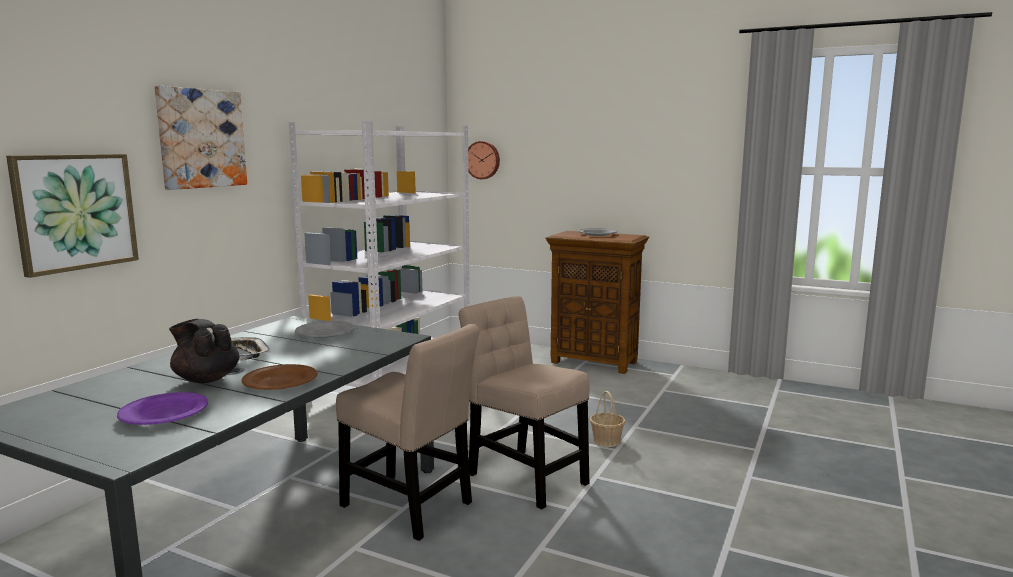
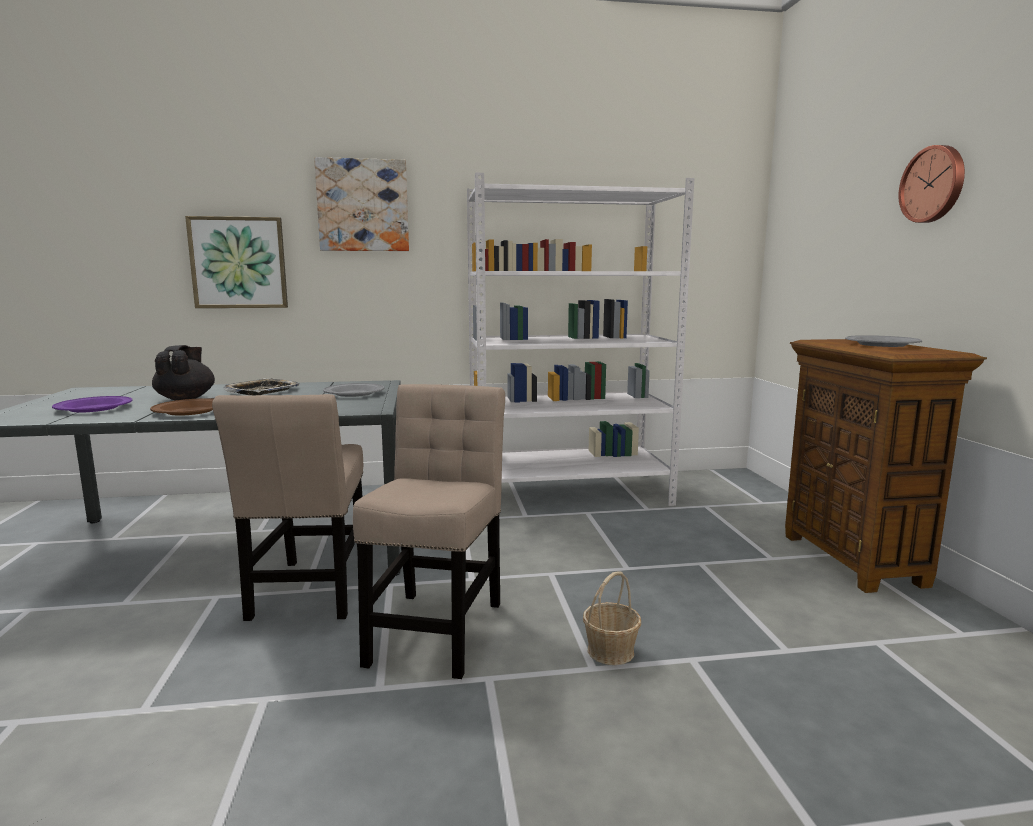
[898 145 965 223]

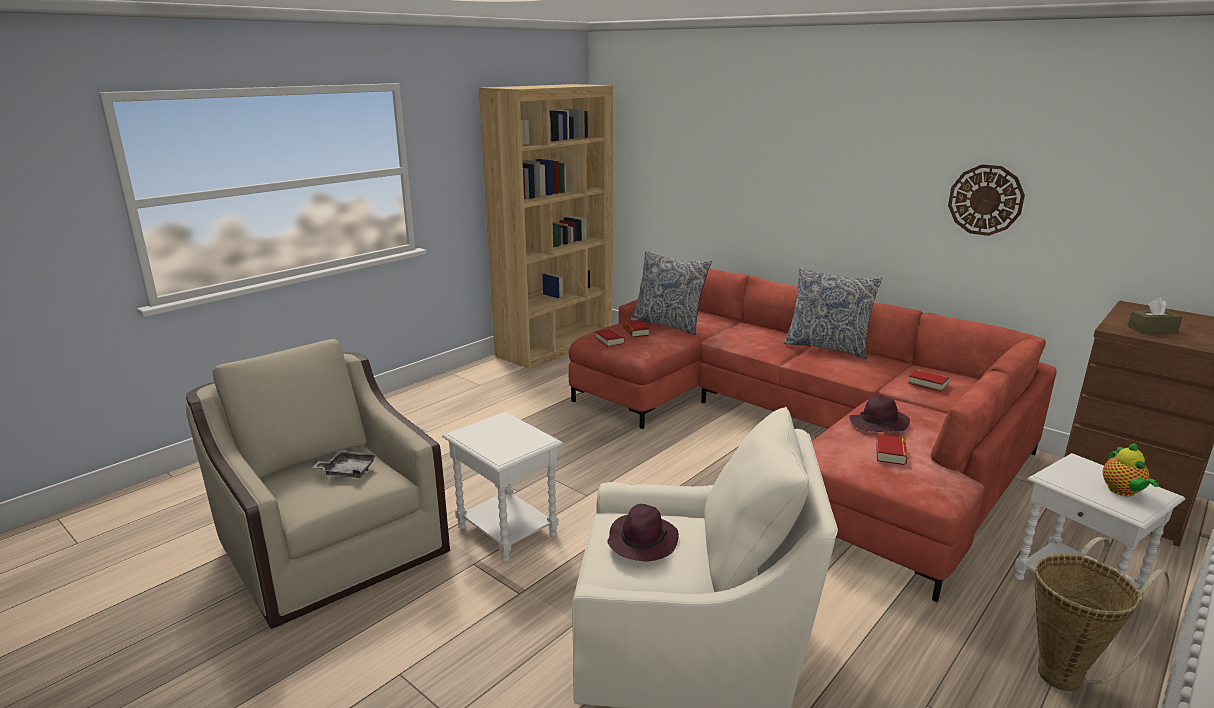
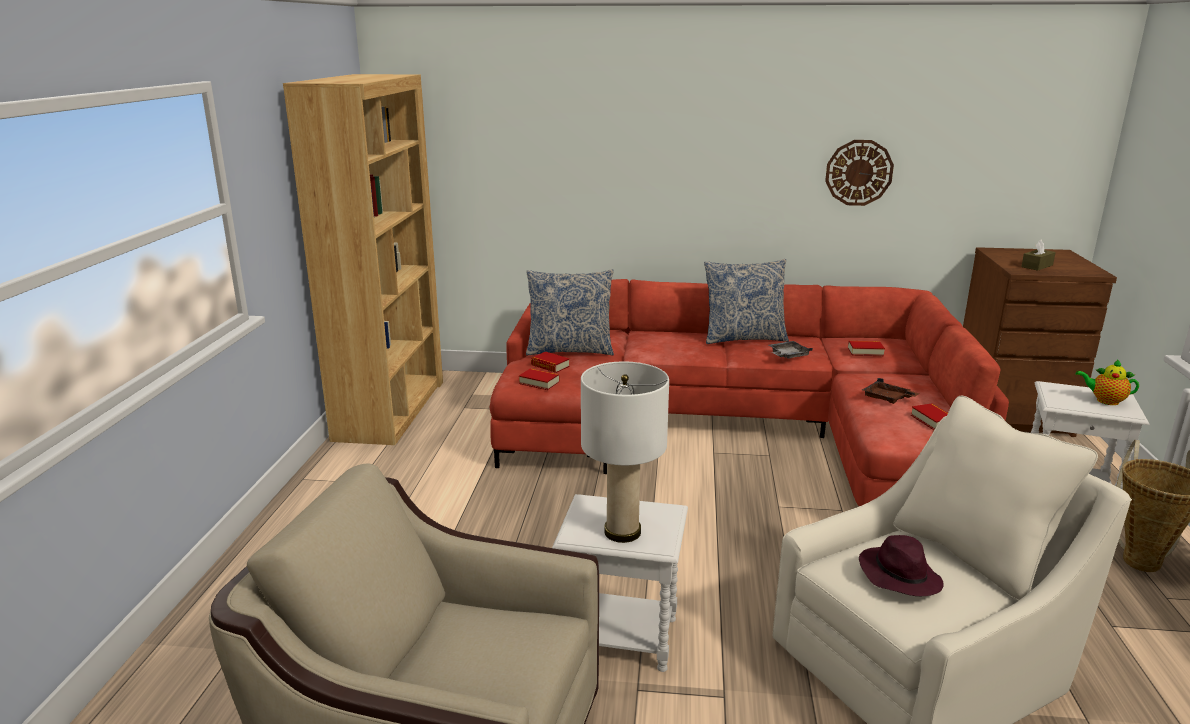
[769 341 813 359]
[862 378 920 404]
[1076 359 1139 405]
[581 362 669 543]

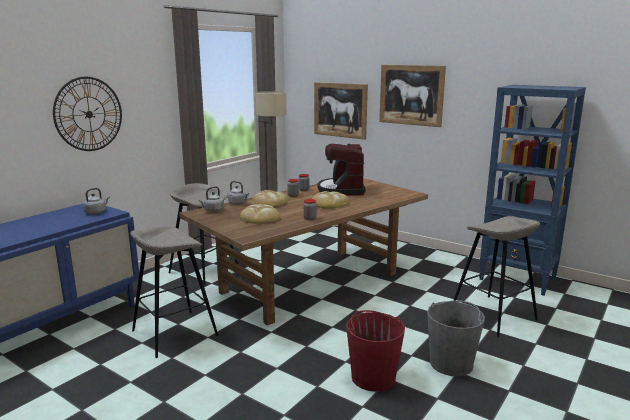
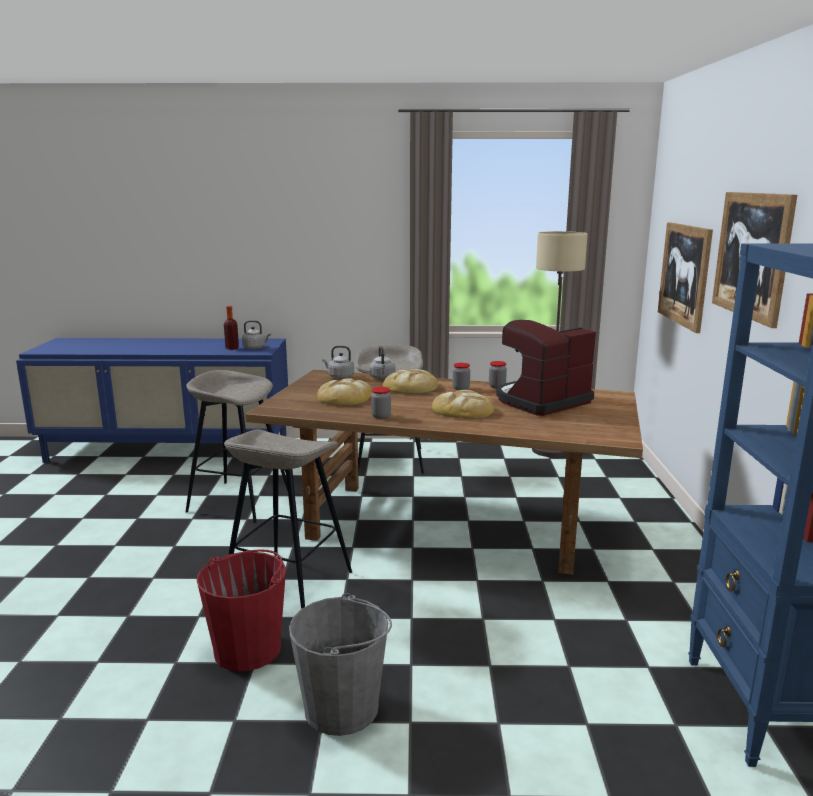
[53 77 122 151] (first image)
[224 429 352 609]
[224 306 239 350]

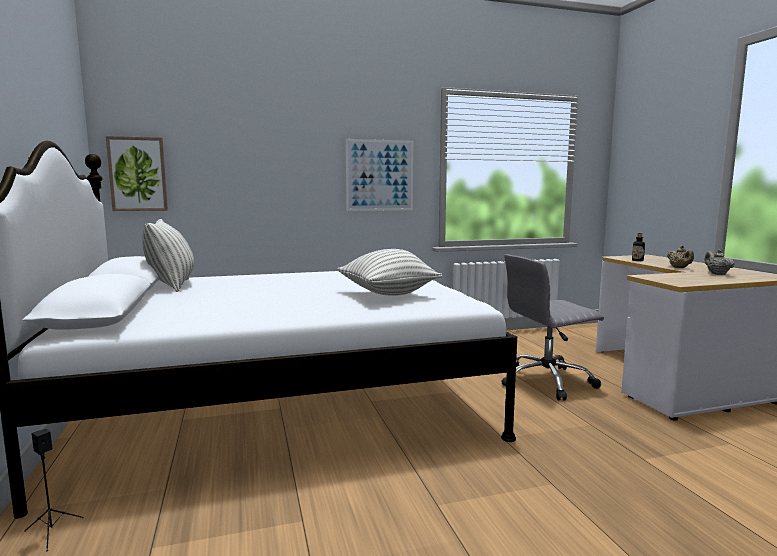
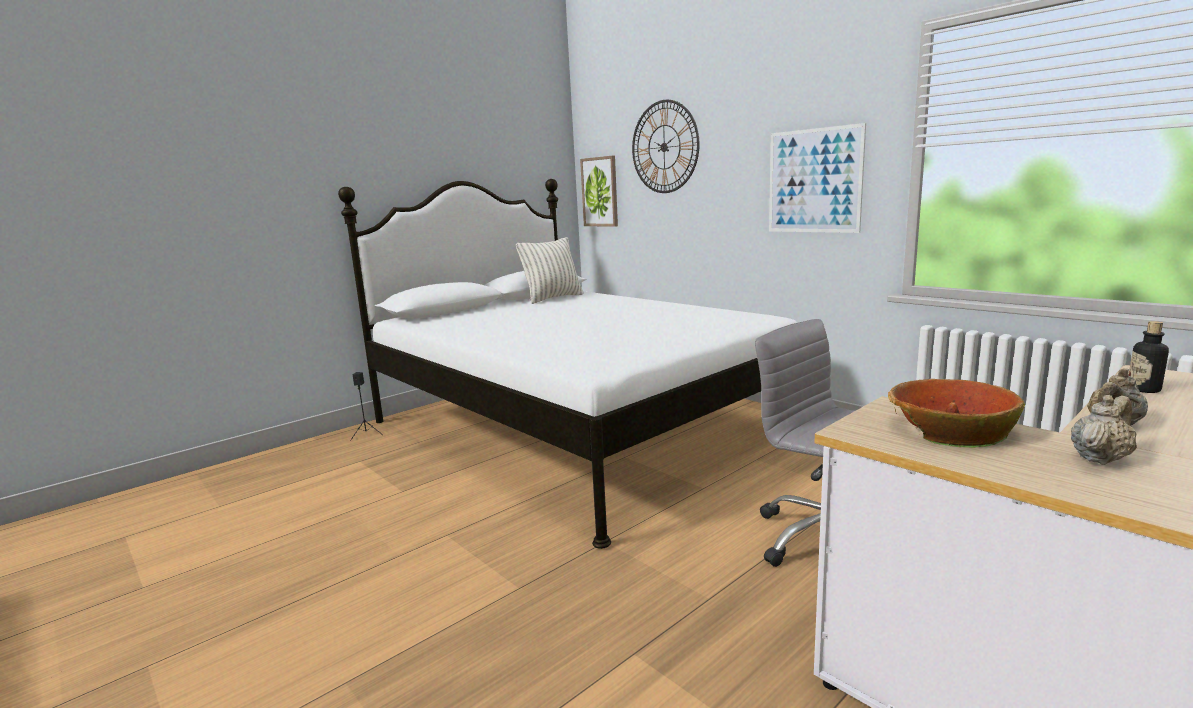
[337 249 442 296] (first image)
[632 100 700 193]
[888 379 1025 448]

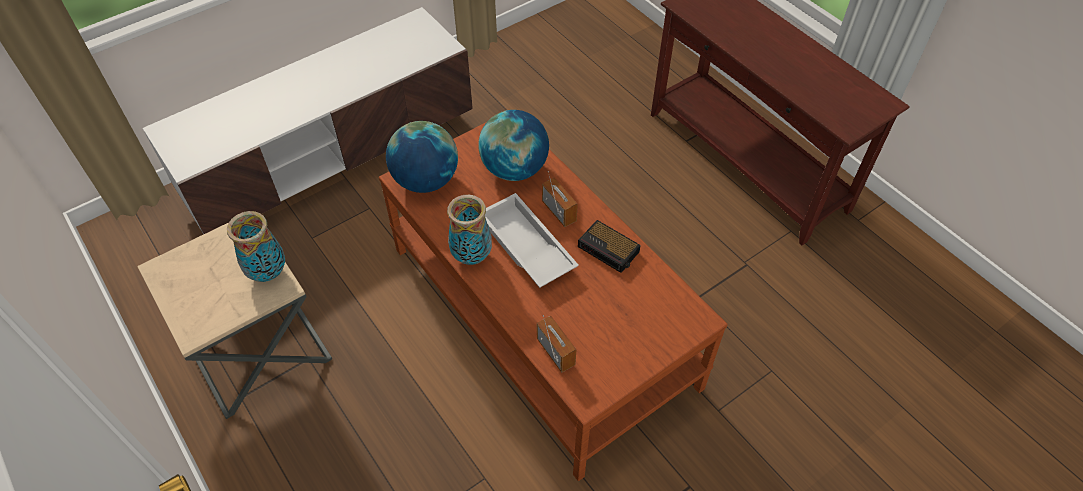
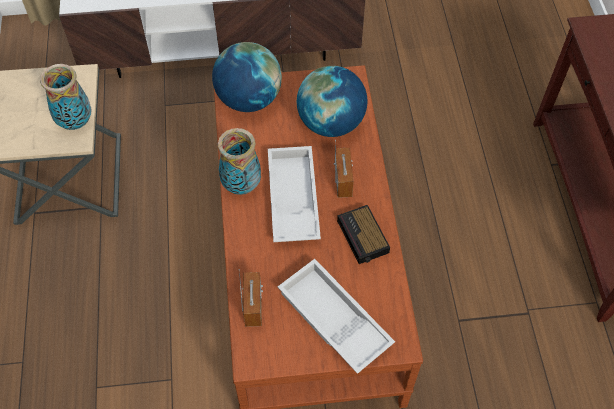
[278 259 395 374]

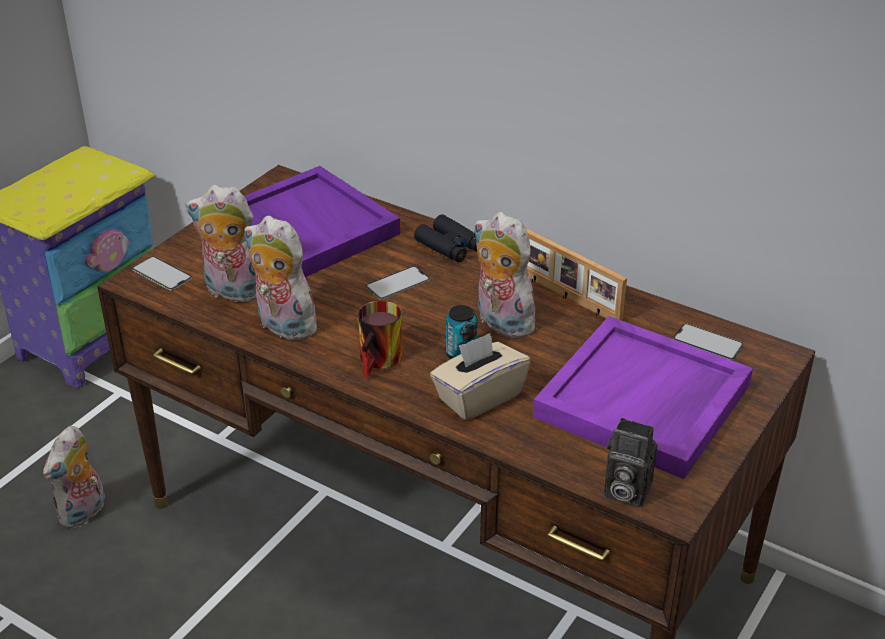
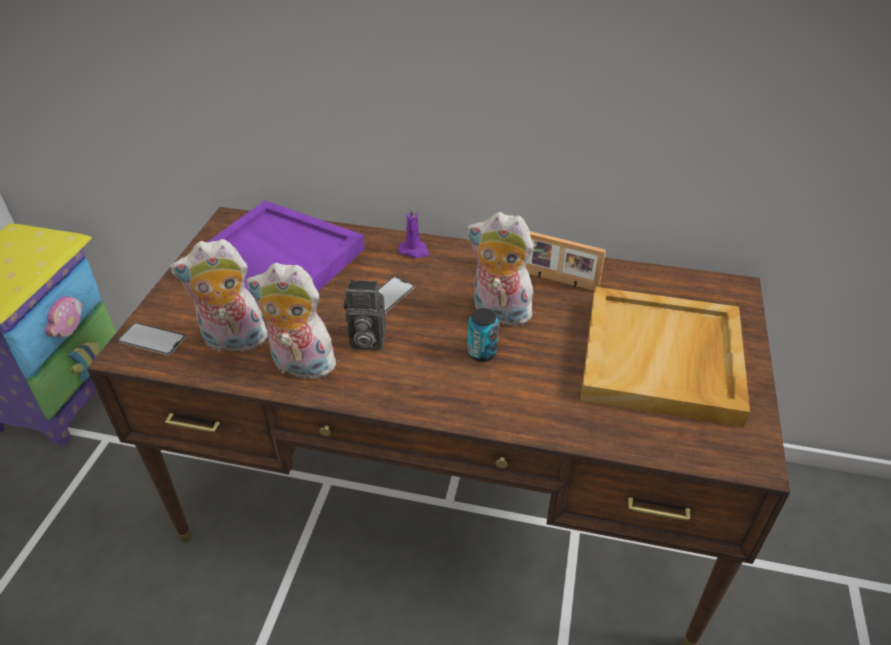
[43 426 105 529] (first image)
[358 300 402 378] (first image)
[398 206 430 258]
[430 333 531 420] (first image)
[580 287 750 427]
[344 280 386 350]
[673 323 744 360] (first image)

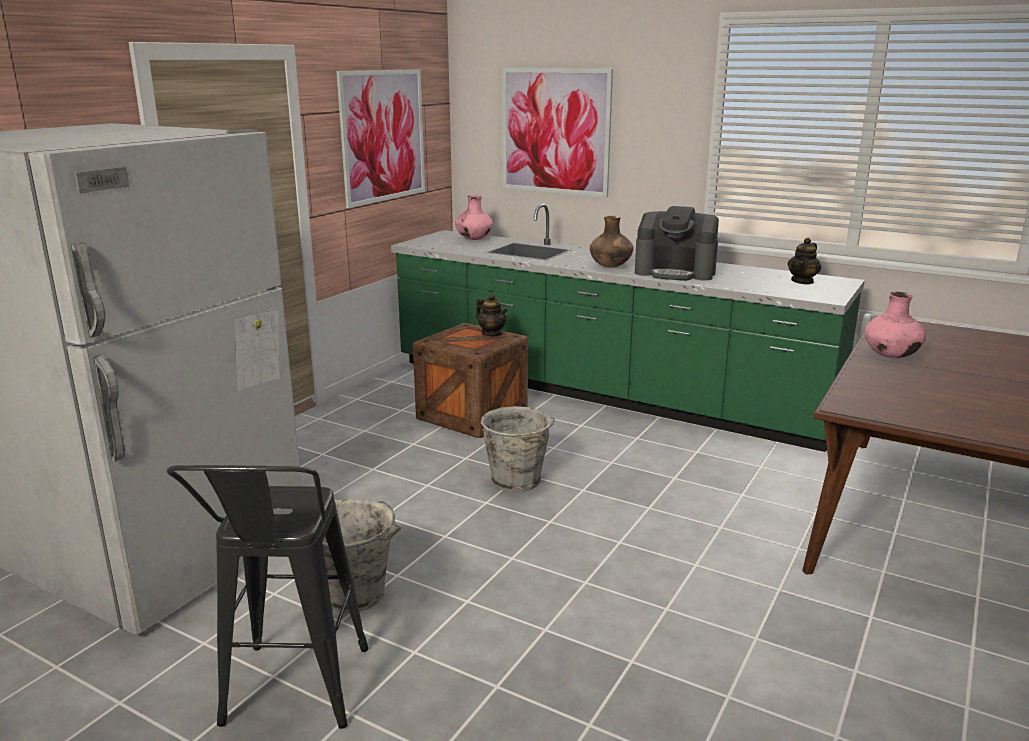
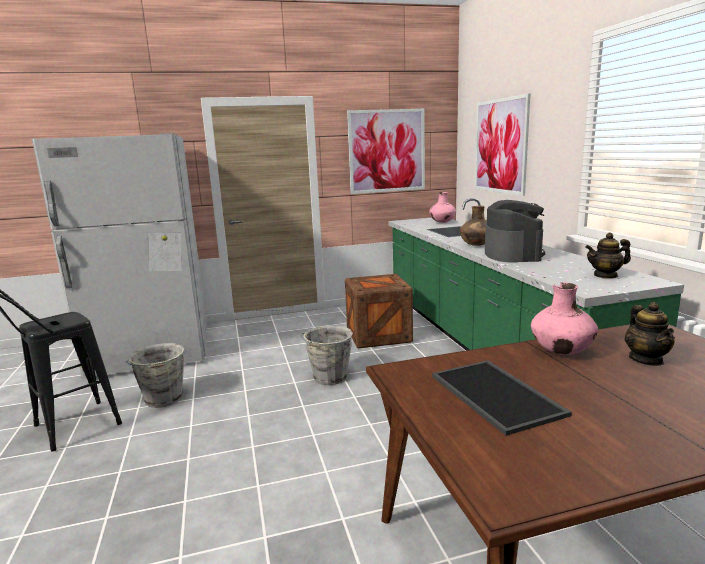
[625 302 675 366]
[485 200 545 262]
[432 360 572 436]

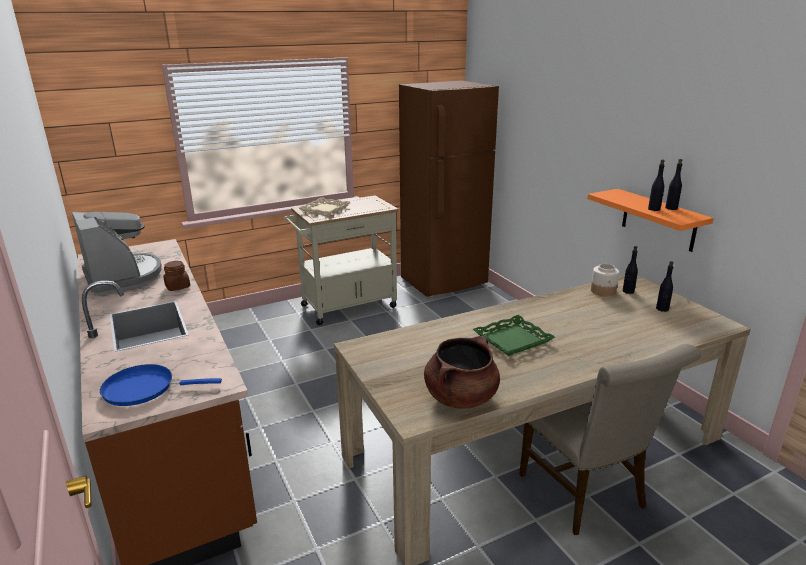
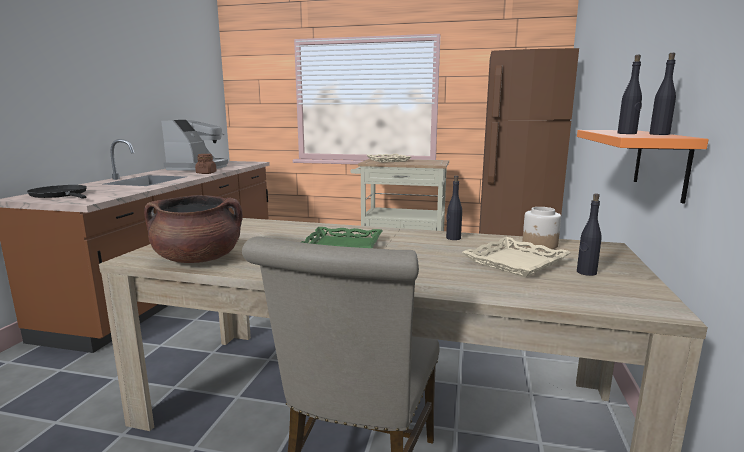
[27 185 87 199]
[446 175 462 240]
[462 237 571 277]

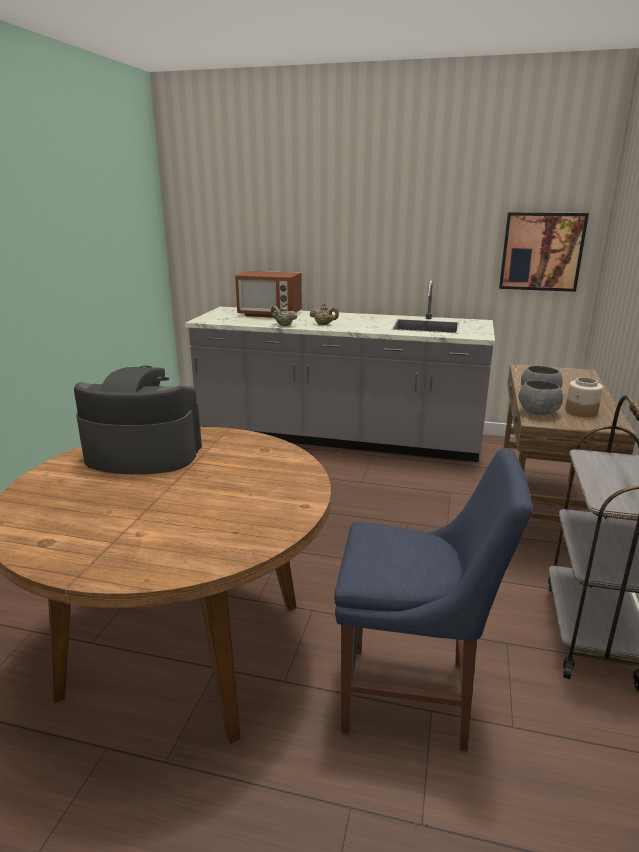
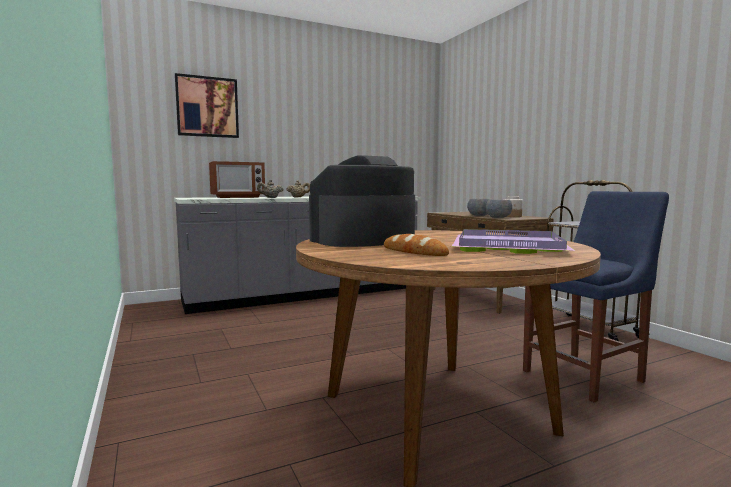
[175 73 239 138]
[384 234 449 256]
[452 229 576 254]

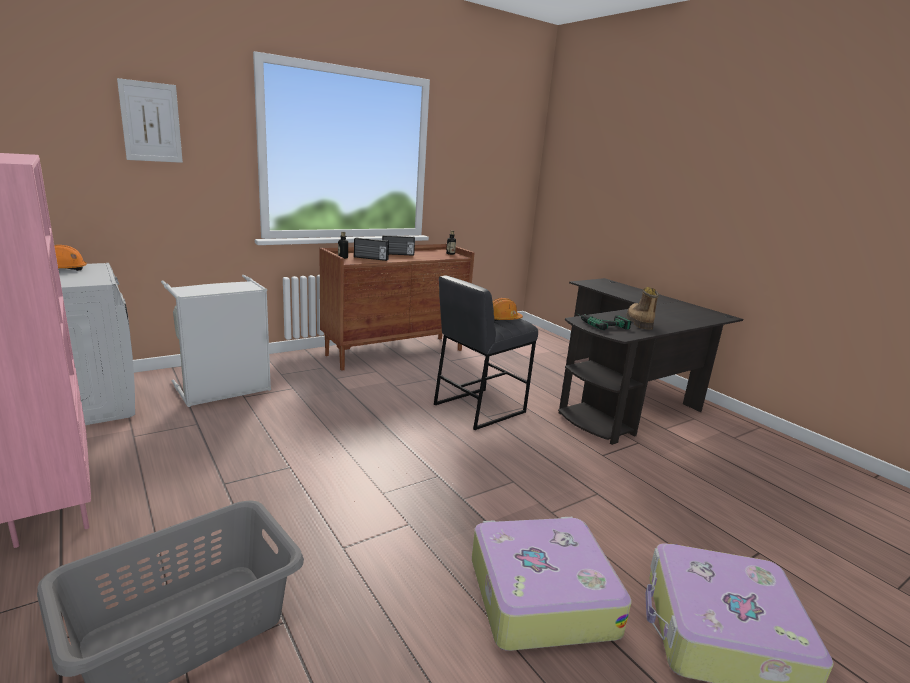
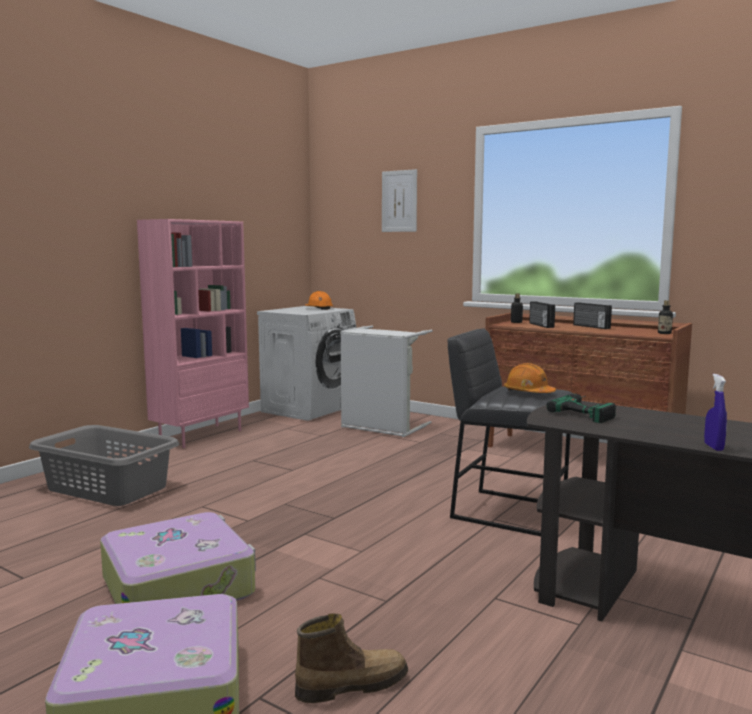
[295 613 408 703]
[704 374 727 451]

